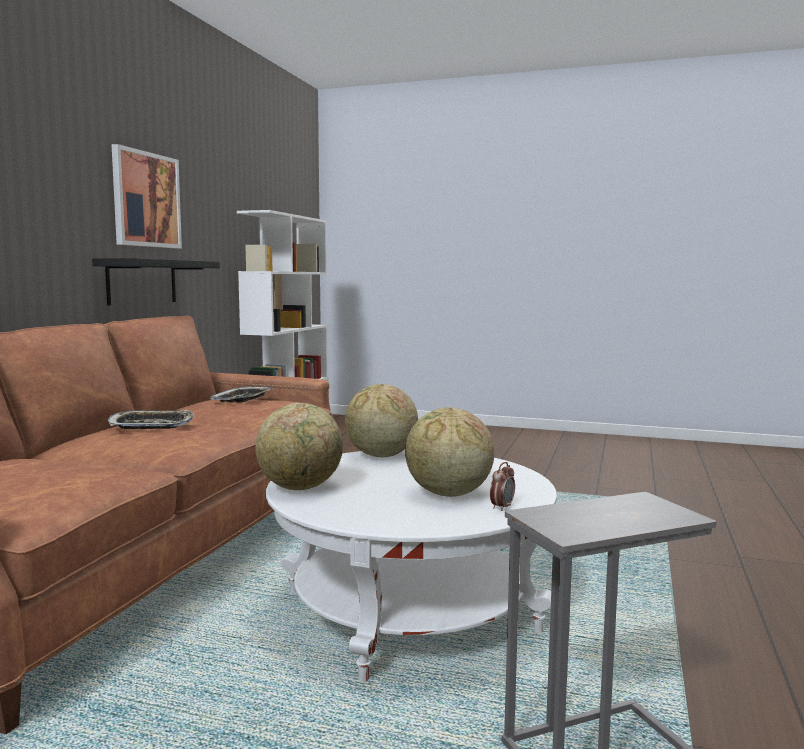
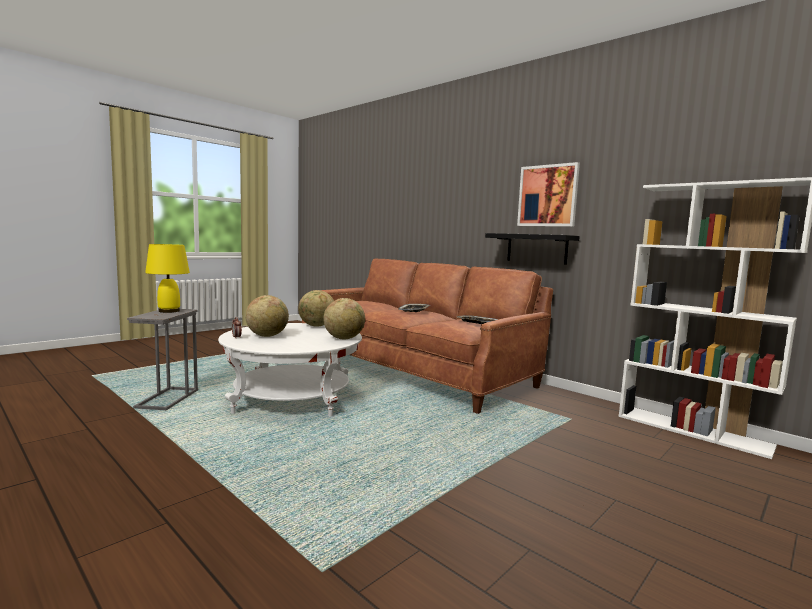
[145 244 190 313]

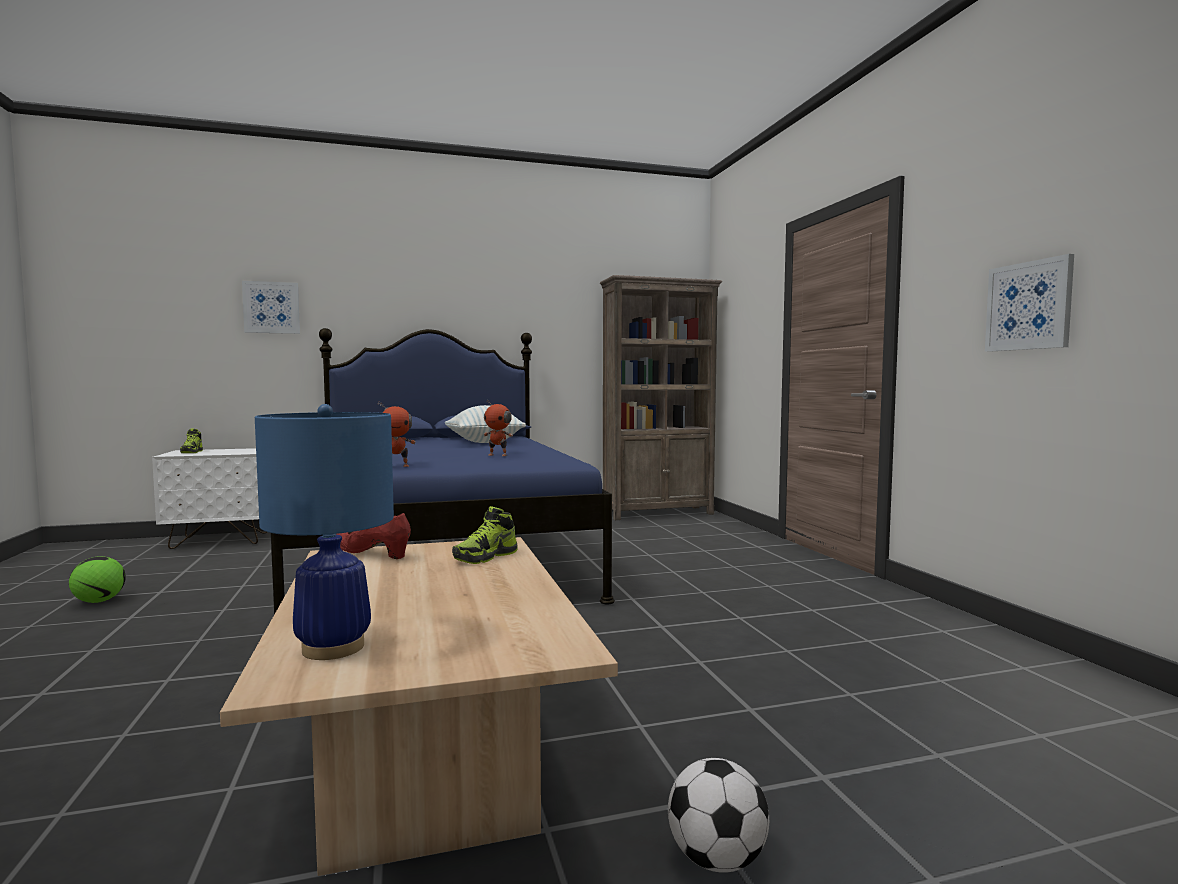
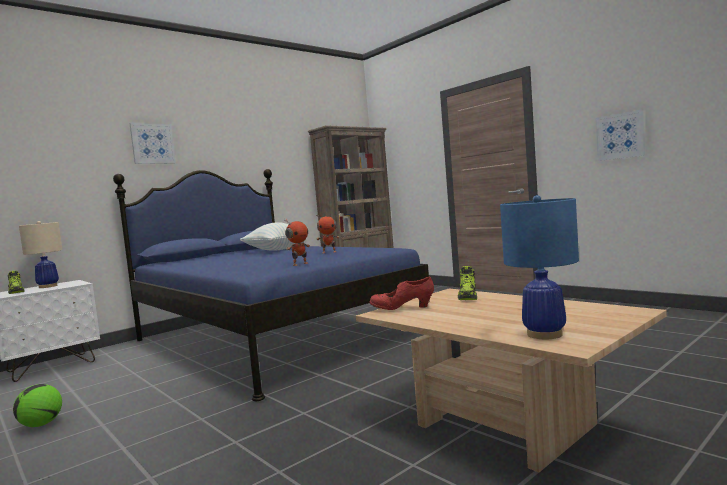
[130 123 176 164]
[668 758 769 873] (first image)
[19 221 63 288]

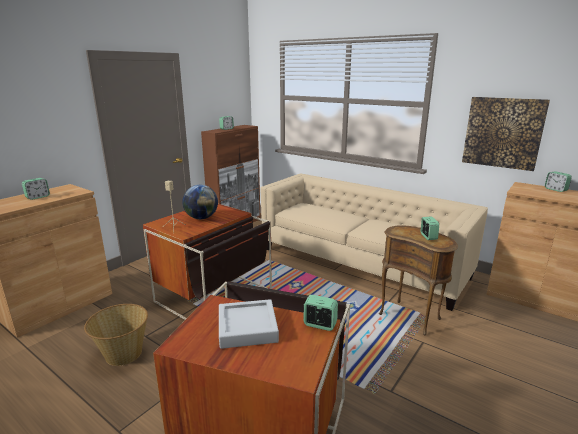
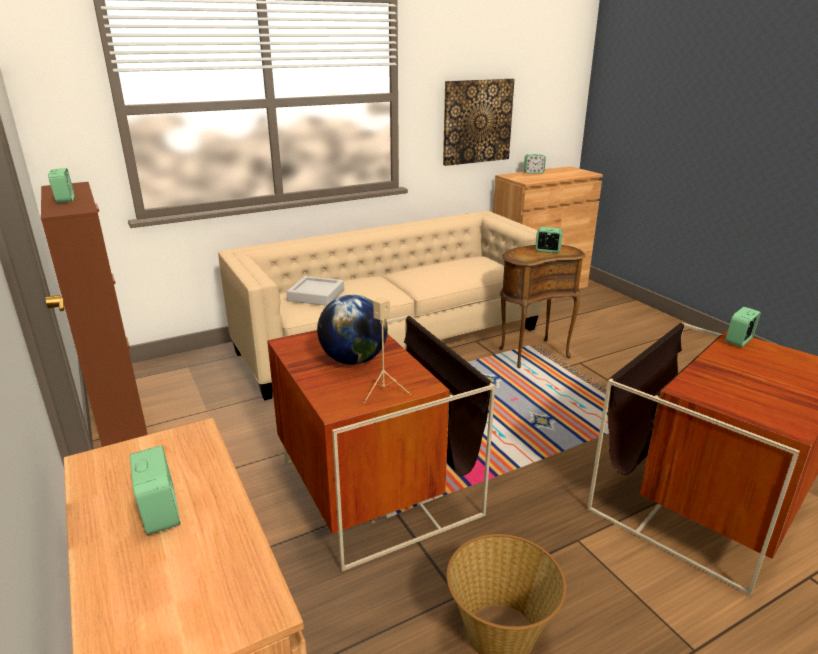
[287 276 344 306]

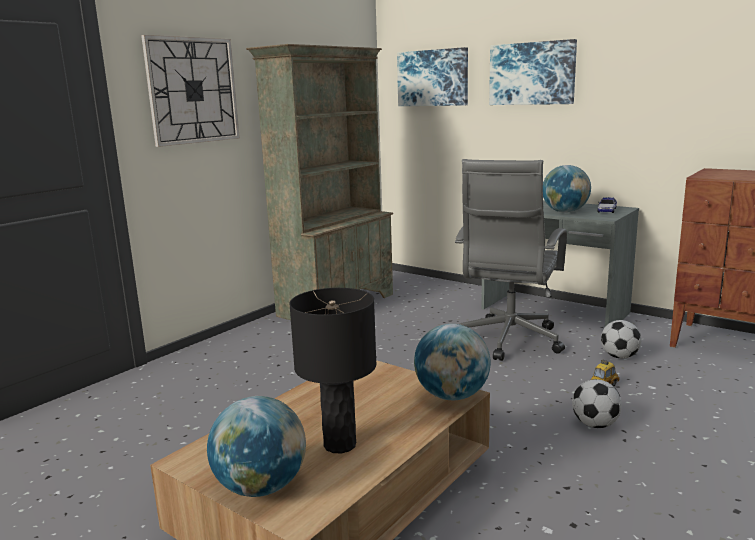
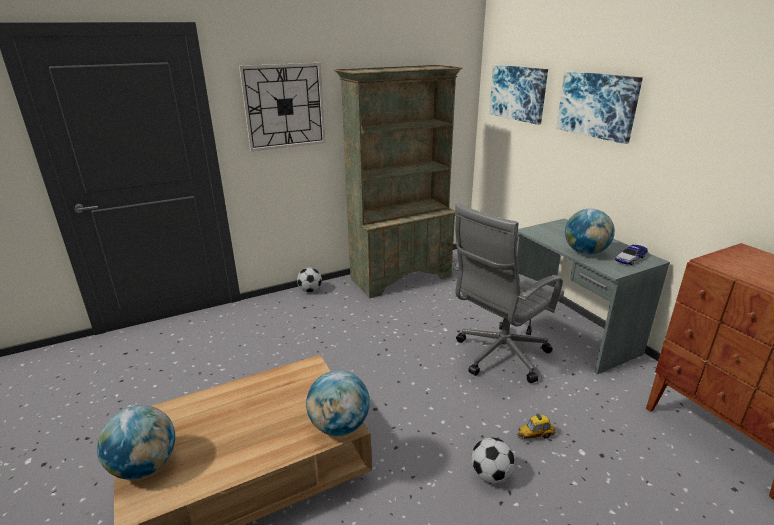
[289 288 377 453] (first image)
[297 267 322 293]

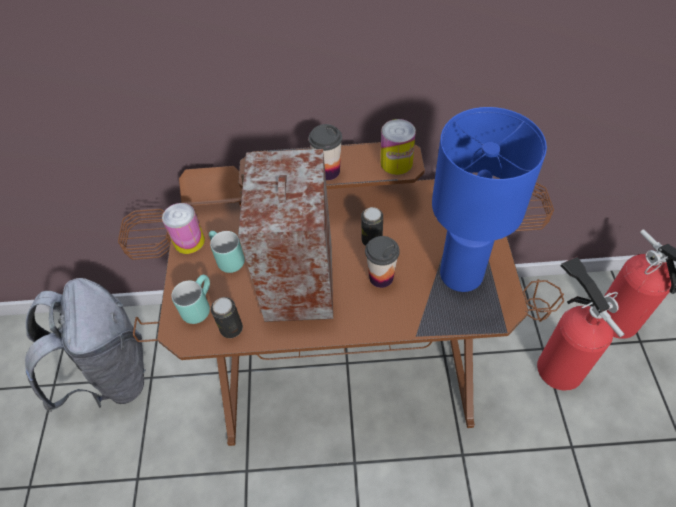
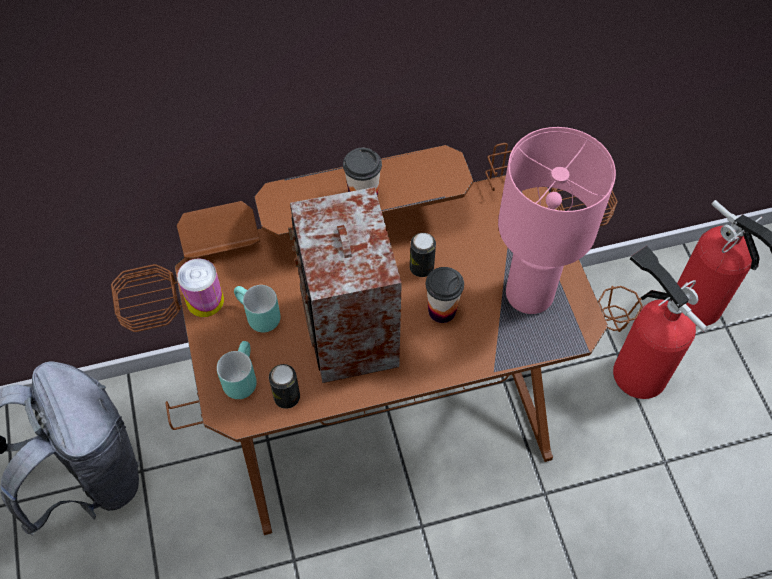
[381 119 416 175] (first image)
[498 127 616 314]

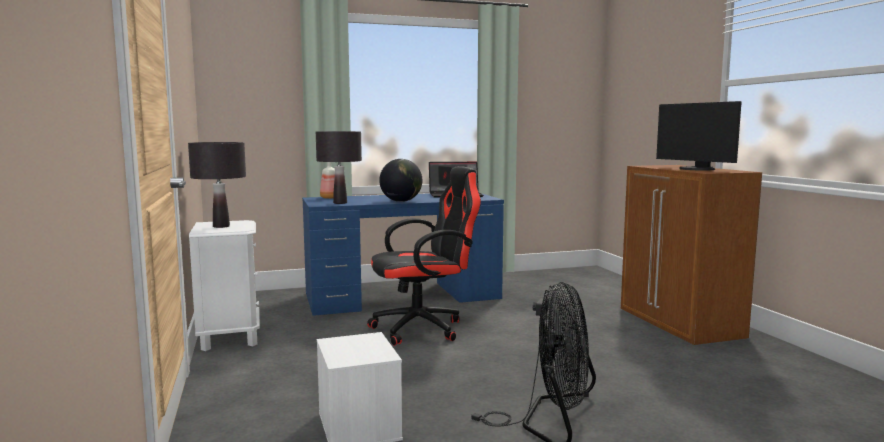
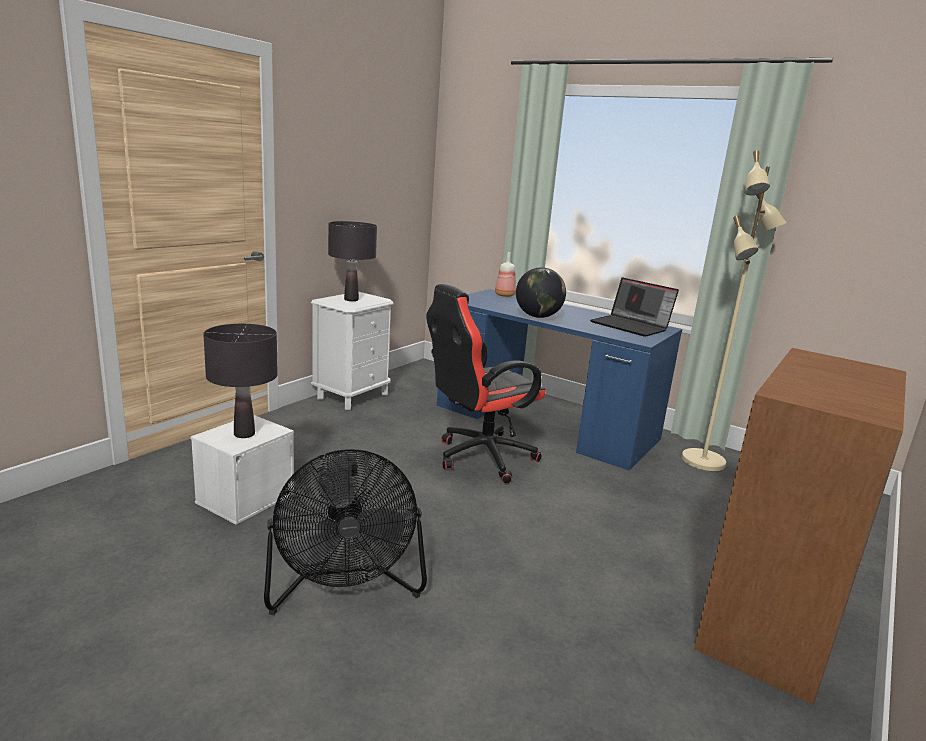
[203 324 278 438]
[426 284 546 484]
[656 101 742 170] (first image)
[682 150 786 471]

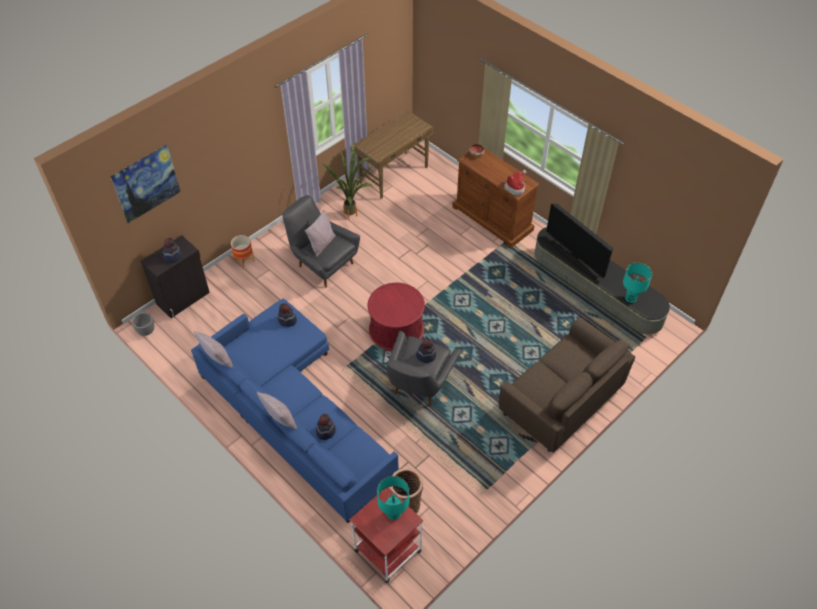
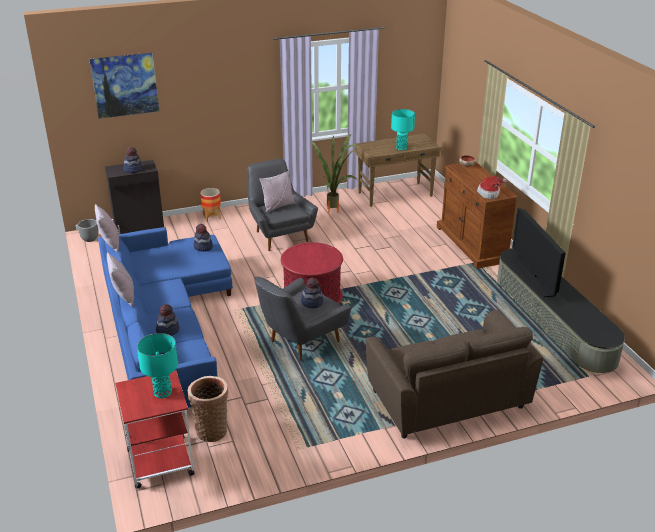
[391 109 415 150]

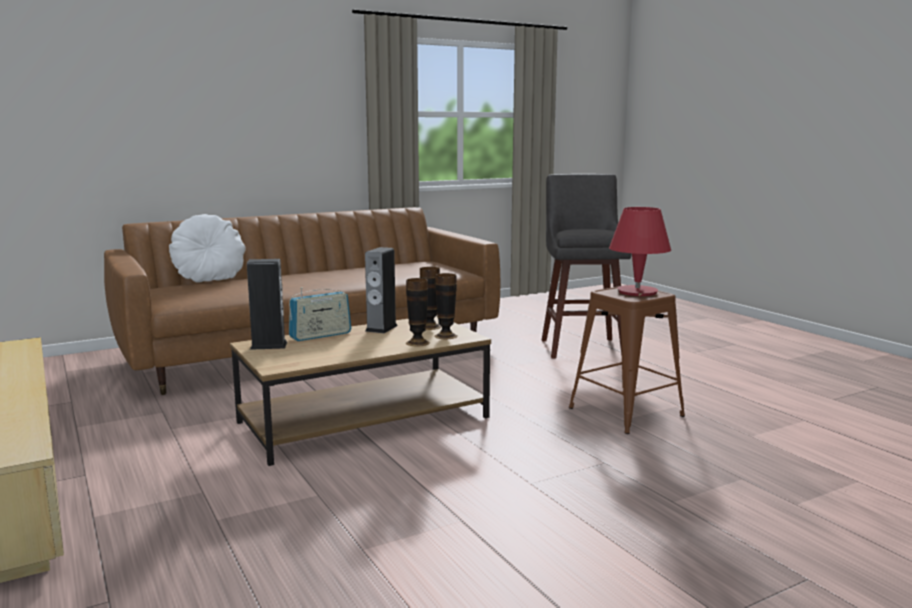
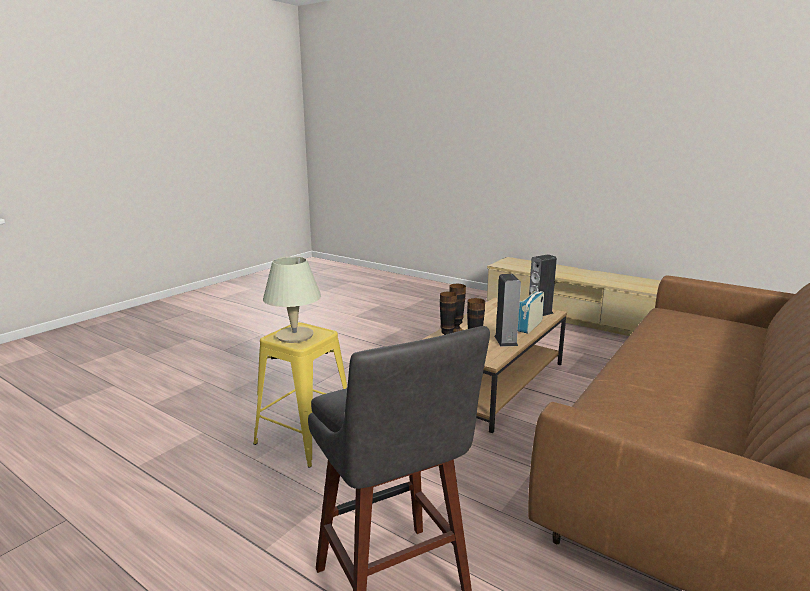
[169 214 245 283] (first image)
[253 322 347 467]
[263 257 321 343]

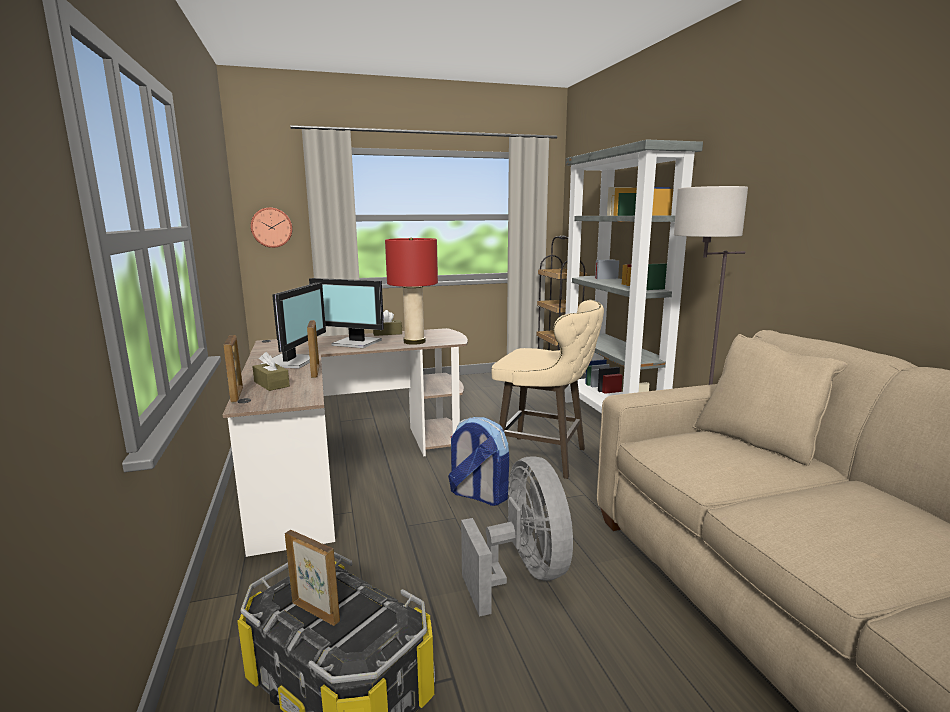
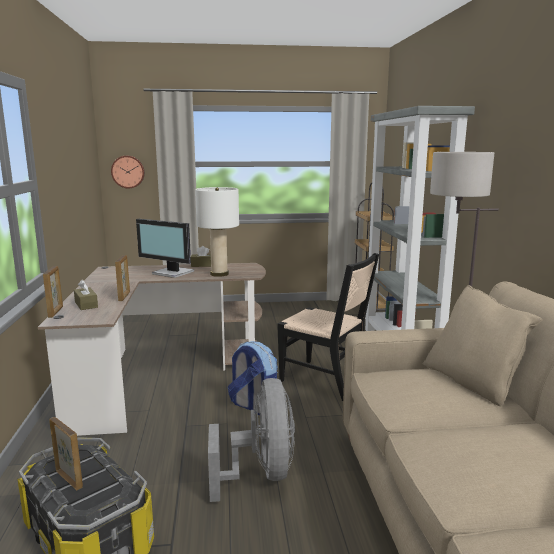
[261 283 326 369] (first image)
[195 187 239 277]
[277 253 379 401]

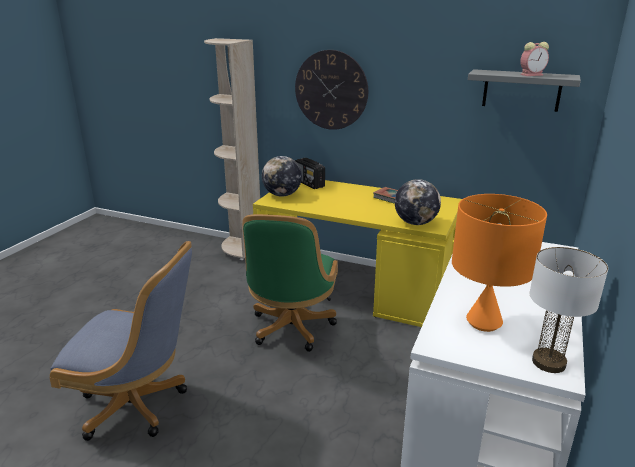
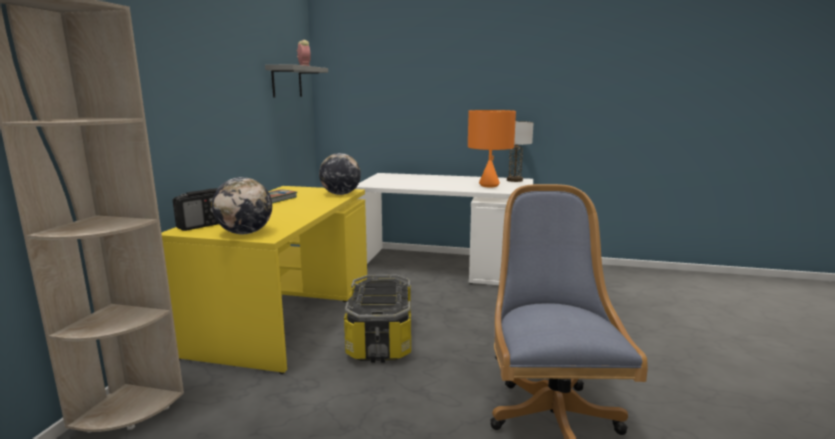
[344 275 411 363]
[295 50 368 130] (first image)

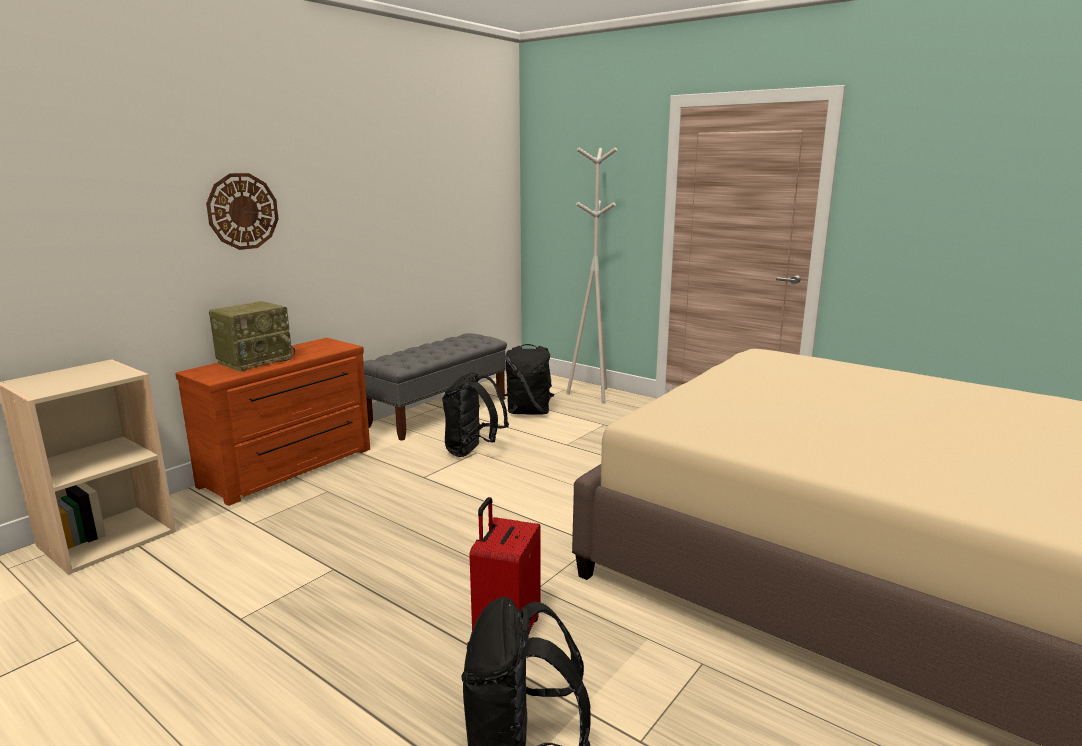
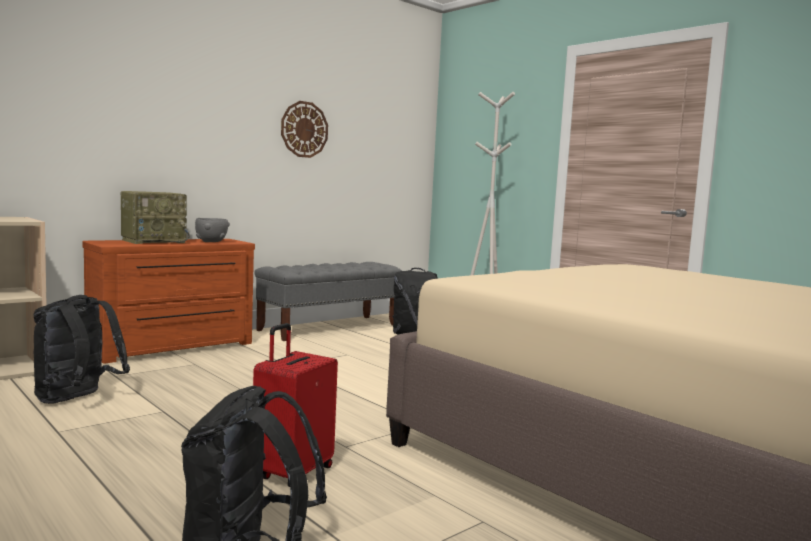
[281 101 328 158]
[33 295 130 404]
[195 218 230 242]

